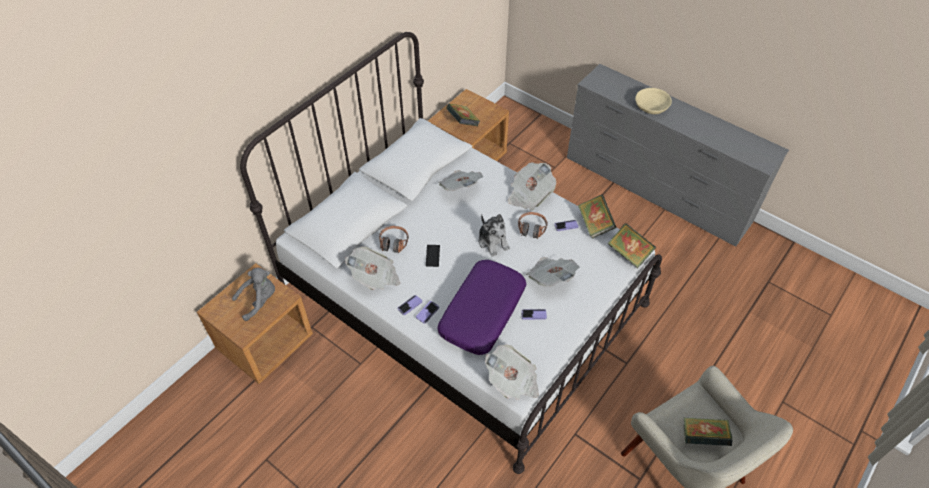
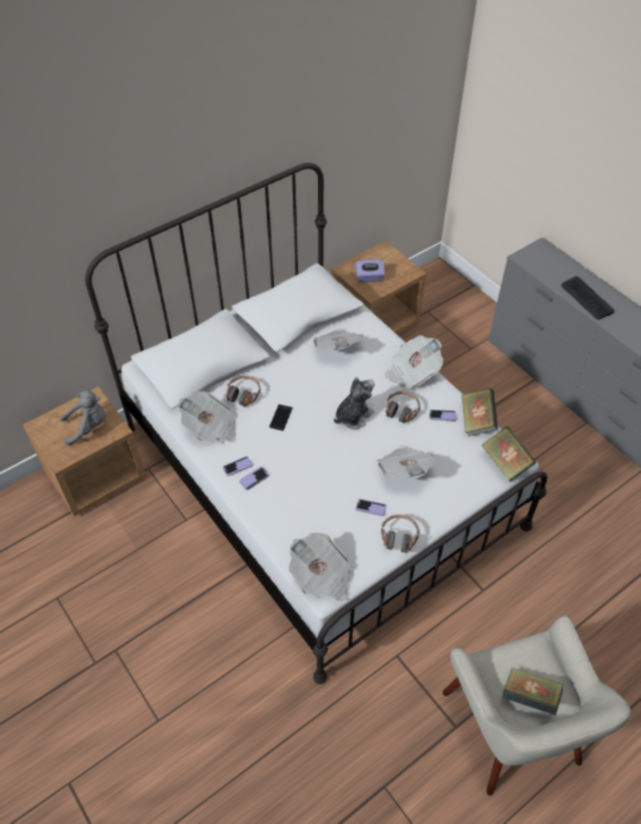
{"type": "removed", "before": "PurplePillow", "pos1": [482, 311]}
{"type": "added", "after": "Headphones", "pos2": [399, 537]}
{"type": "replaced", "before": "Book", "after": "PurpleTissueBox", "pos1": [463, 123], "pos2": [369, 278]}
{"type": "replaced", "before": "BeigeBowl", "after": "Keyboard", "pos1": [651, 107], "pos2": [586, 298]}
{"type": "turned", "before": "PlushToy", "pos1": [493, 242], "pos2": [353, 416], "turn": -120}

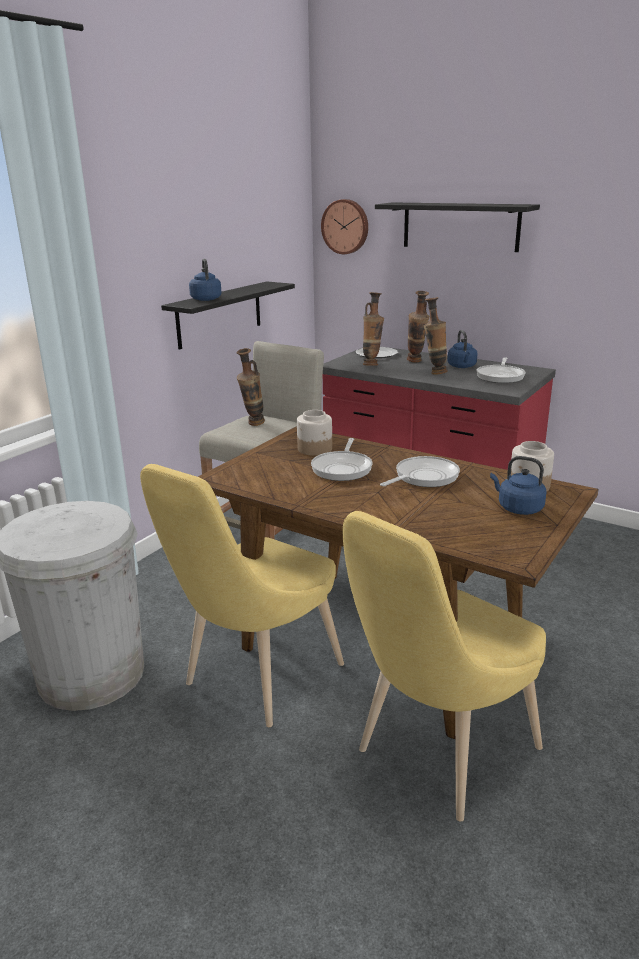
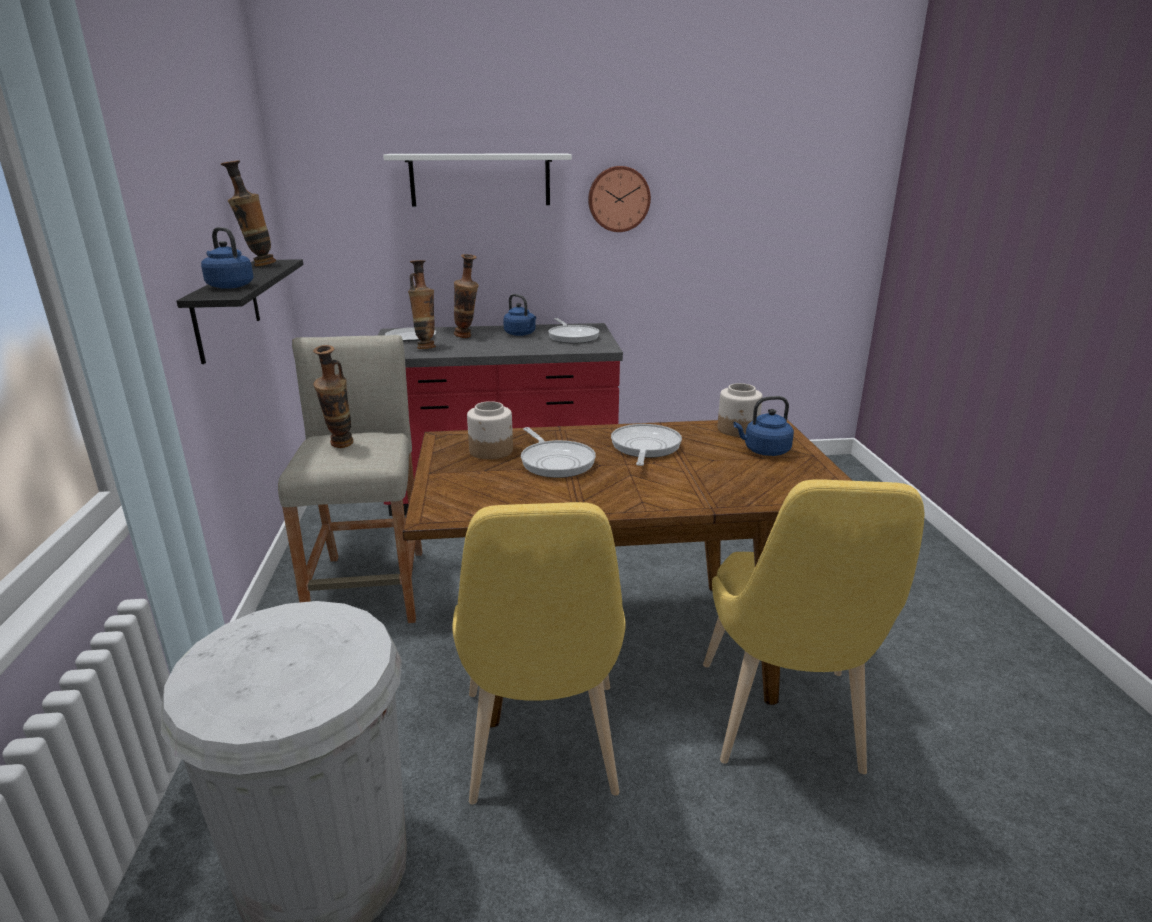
{"type": "moved", "before": "WallClock", "pos1": [346, 226], "pos2": [618, 199]}
{"type": "moved", "before": "Vase", "pos1": [434, 373], "pos2": [258, 265]}
{"type": "recoloured", "before": "BlackShelf", "after": "WhiteShelf", "pos1": [460, 226], "pos2": [480, 180]}

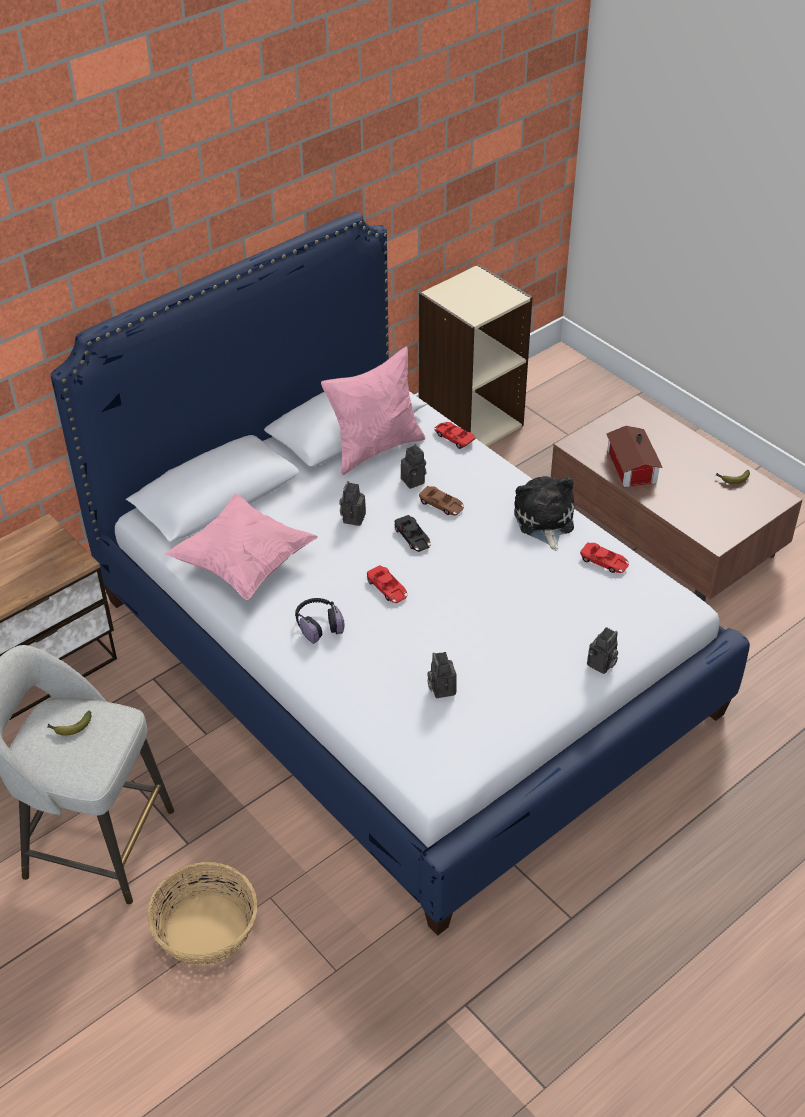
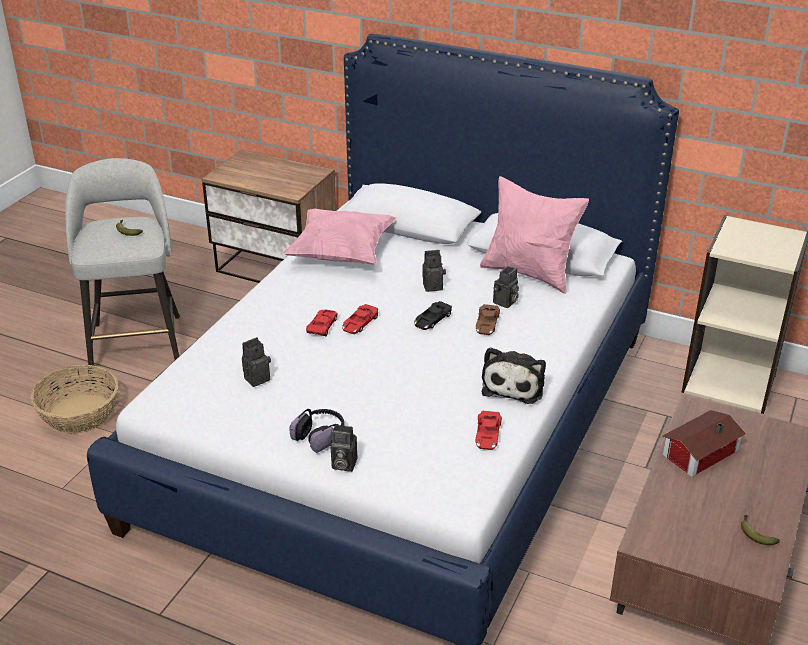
{"type": "moved", "before": "Headphones", "pos1": [318, 625], "pos2": [320, 436]}
{"type": "moved", "before": "RedToyCar", "pos1": [453, 437], "pos2": [323, 325]}
{"type": "turned", "before": "PlushToy", "pos1": [544, 521], "pos2": [514, 385], "turn": 135}

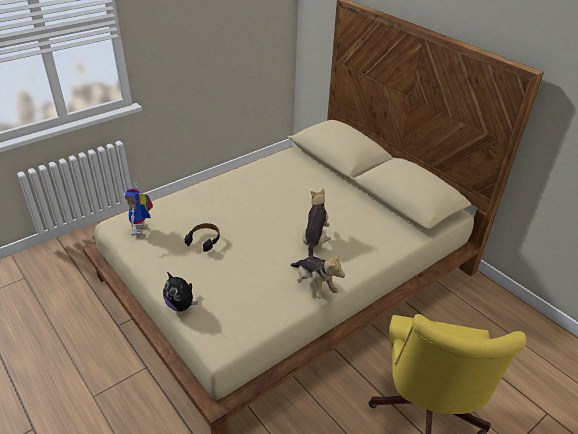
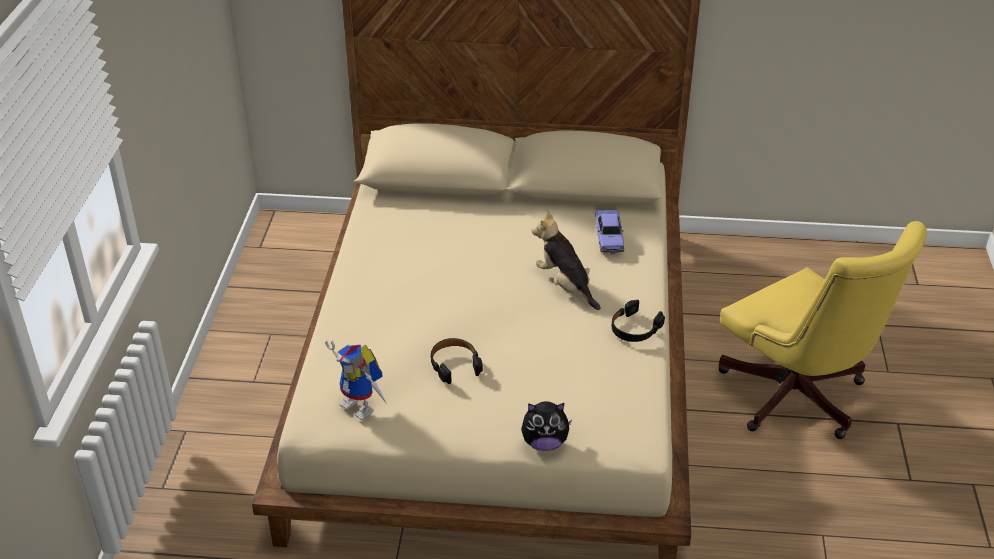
{"type": "added", "after": "ToyCar", "pos2": [609, 237]}
{"type": "replaced", "before": "PlushToy", "after": "BlackHeadphones", "pos1": [314, 285], "pos2": [634, 328]}

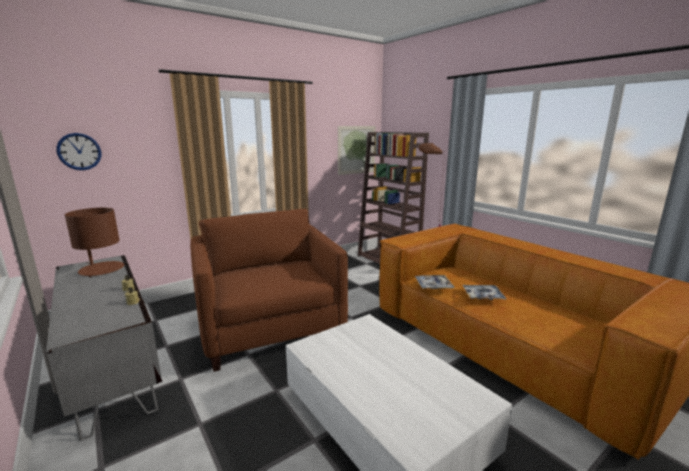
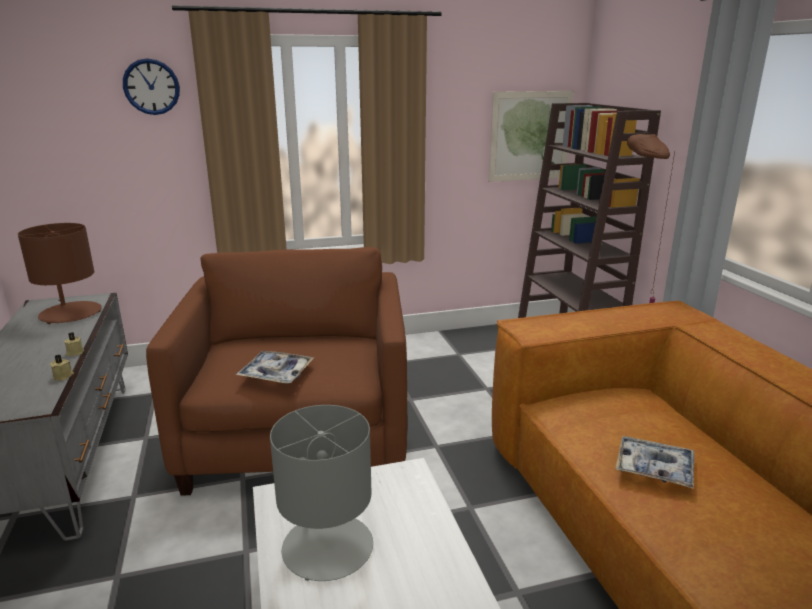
{"type": "added", "after": "GreyTableLamp", "pos2": [327, 547]}
{"type": "moved", "before": "WallClock", "pos1": [79, 151], "pos2": [151, 87]}
{"type": "moved", "before": "Tray", "pos1": [433, 286], "pos2": [276, 373]}

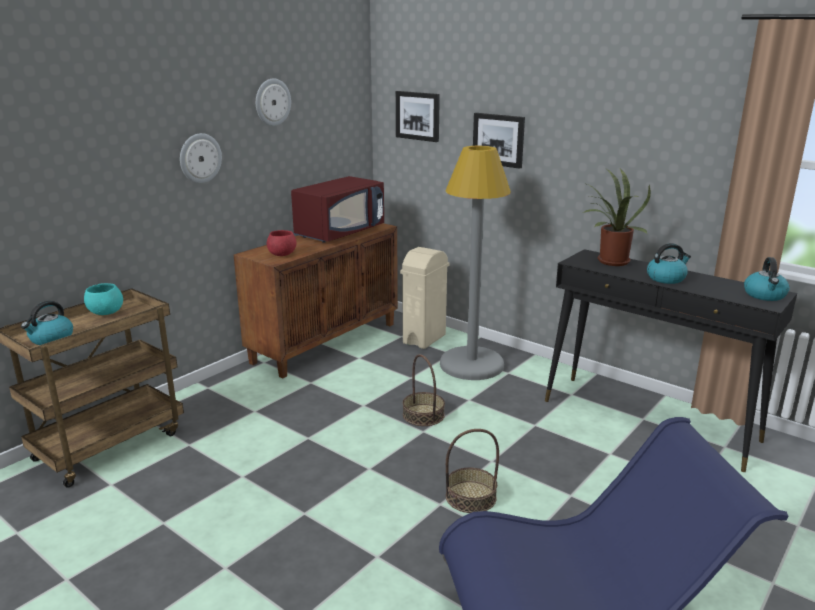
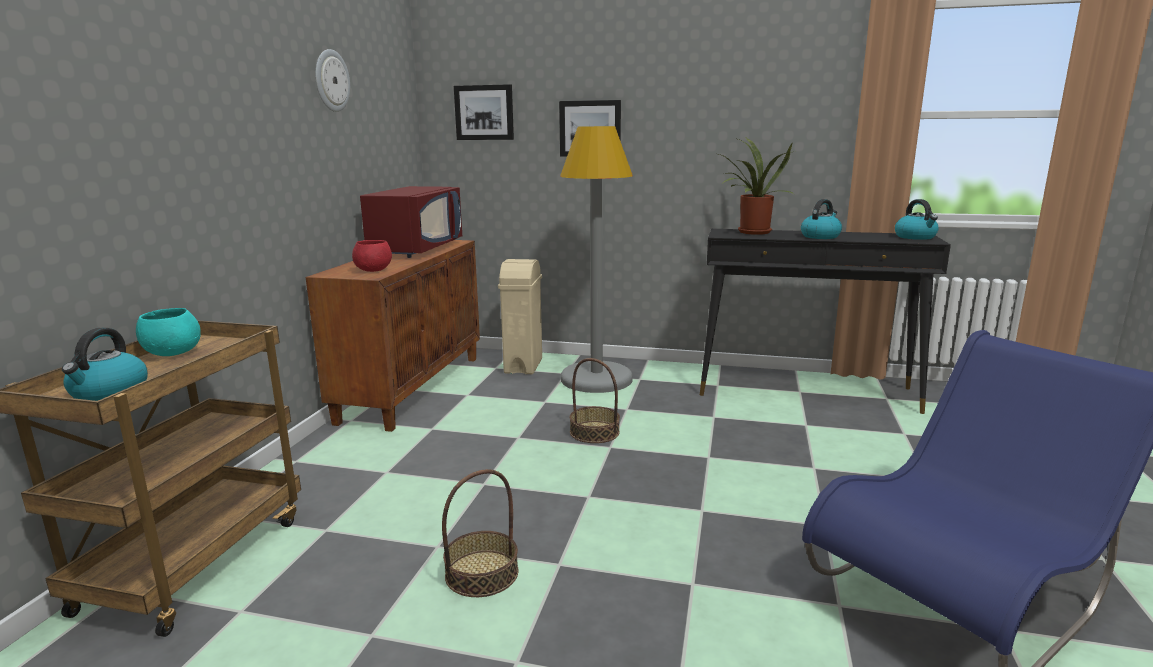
{"type": "removed", "before": "WallClock", "pos1": [200, 158]}
{"type": "moved", "before": "Basket", "pos1": [471, 497], "pos2": [482, 573]}

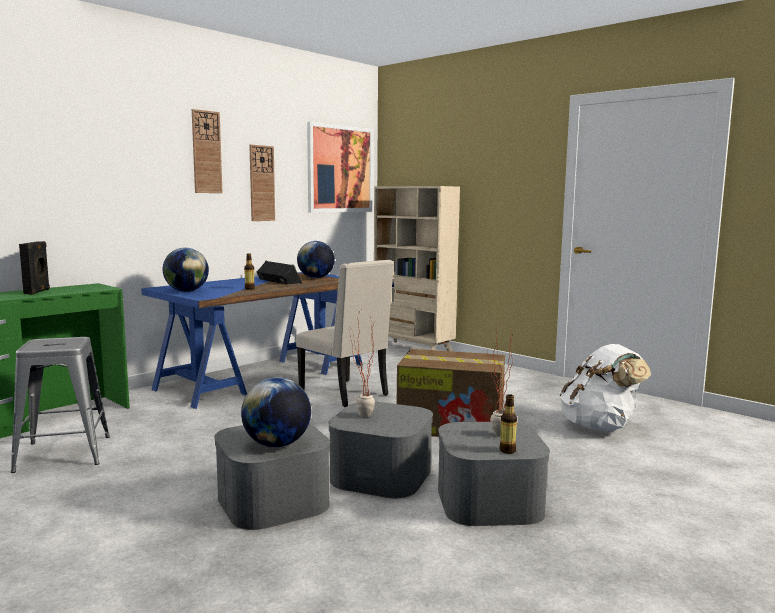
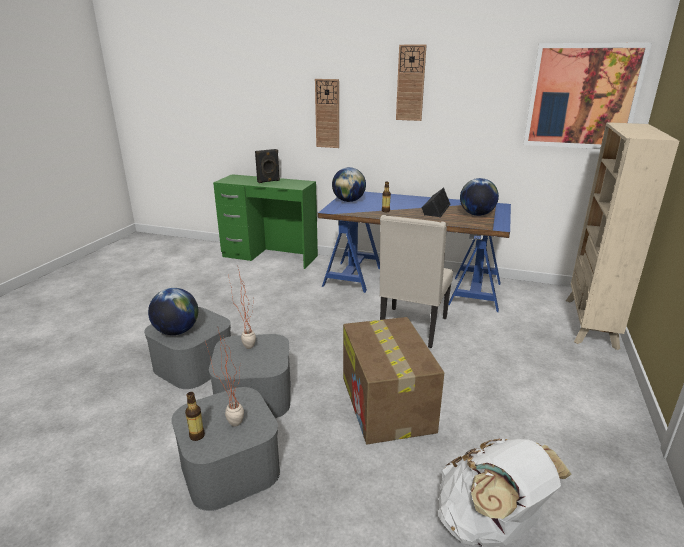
{"type": "removed", "before": "GreyStool", "pos1": [64, 453]}
{"type": "moved", "before": "WallClock", "pos1": [262, 183], "pos2": [327, 114]}

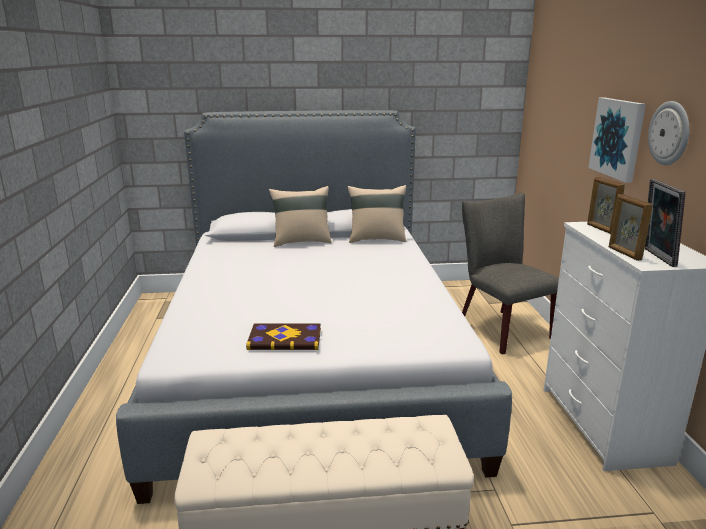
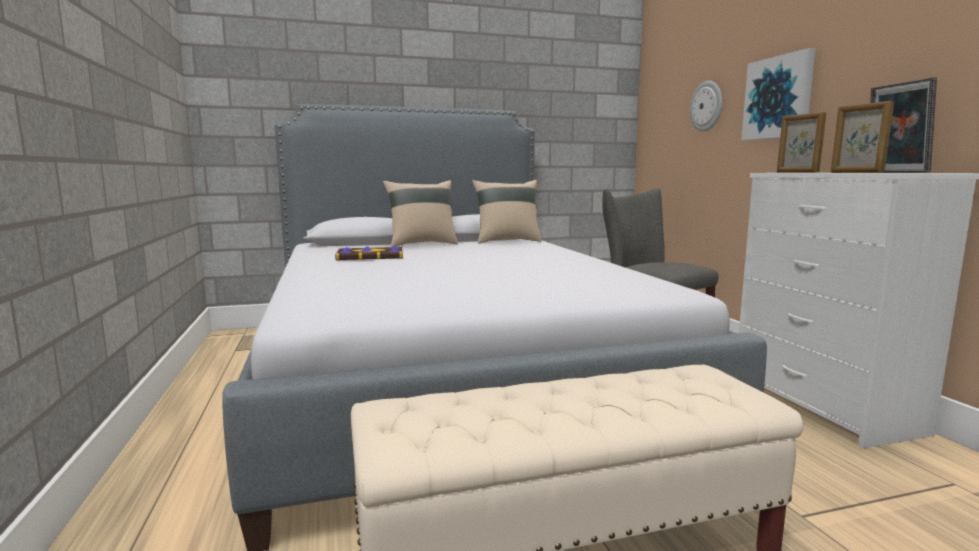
{"type": "moved", "before": "Book", "pos1": [285, 338], "pos2": [370, 256]}
{"type": "moved", "before": "WallClock", "pos1": [670, 133], "pos2": [707, 106]}

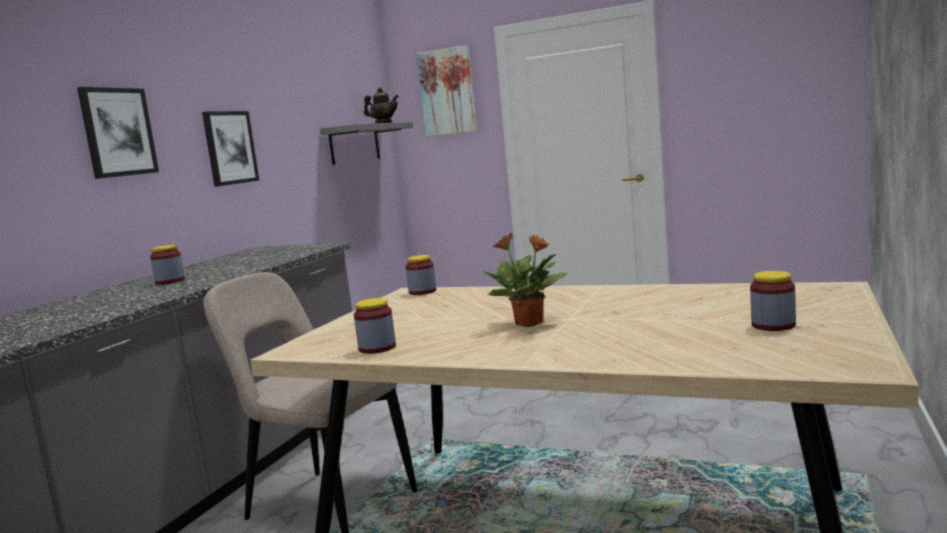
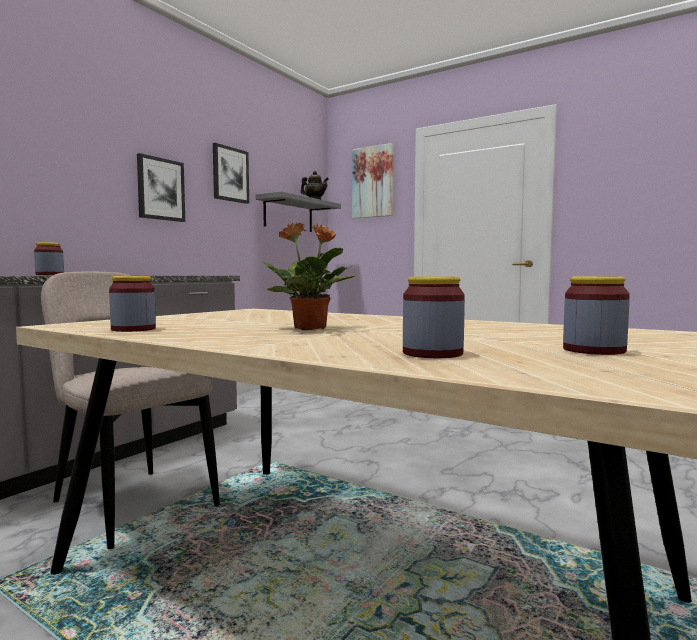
{"type": "moved", "before": "Picture", "pos1": [118, 132], "pos2": [230, 174]}
{"type": "moved", "before": "Jar", "pos1": [422, 292], "pos2": [432, 353]}

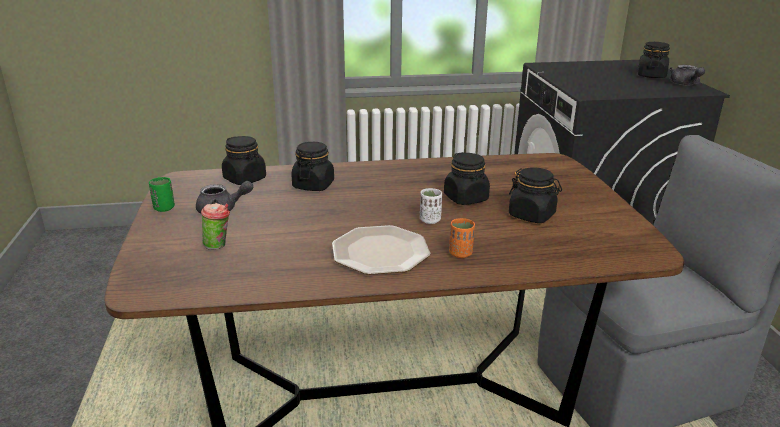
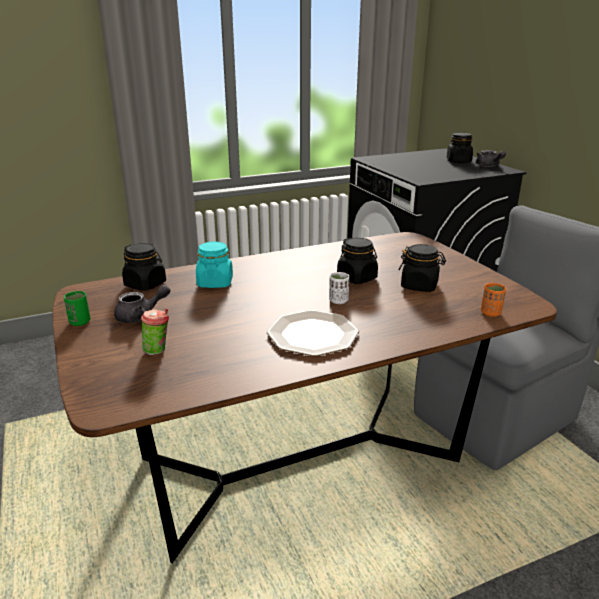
{"type": "moved", "before": "OrangeCup", "pos1": [460, 253], "pos2": [490, 313]}
{"type": "recoloured", "before": "BlackJar", "after": "TurquoiseJar", "pos1": [313, 185], "pos2": [215, 282]}

